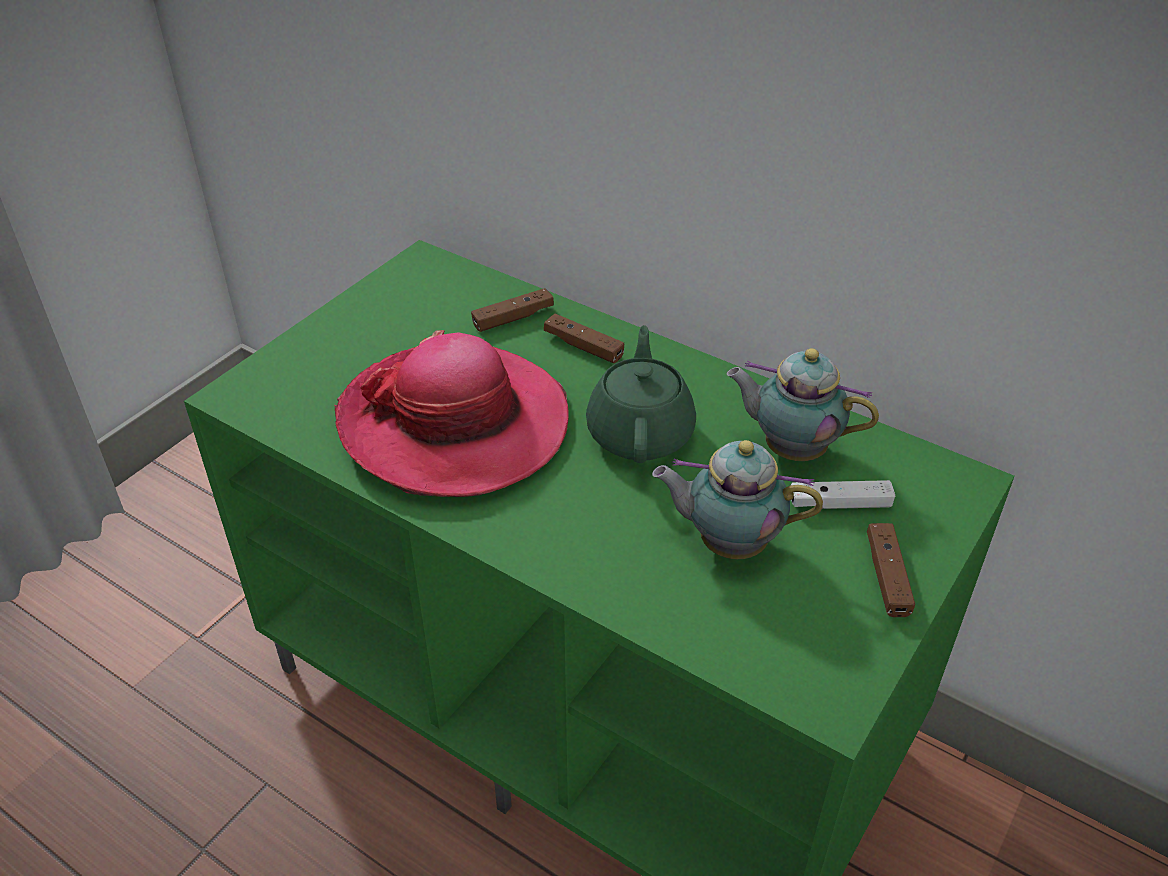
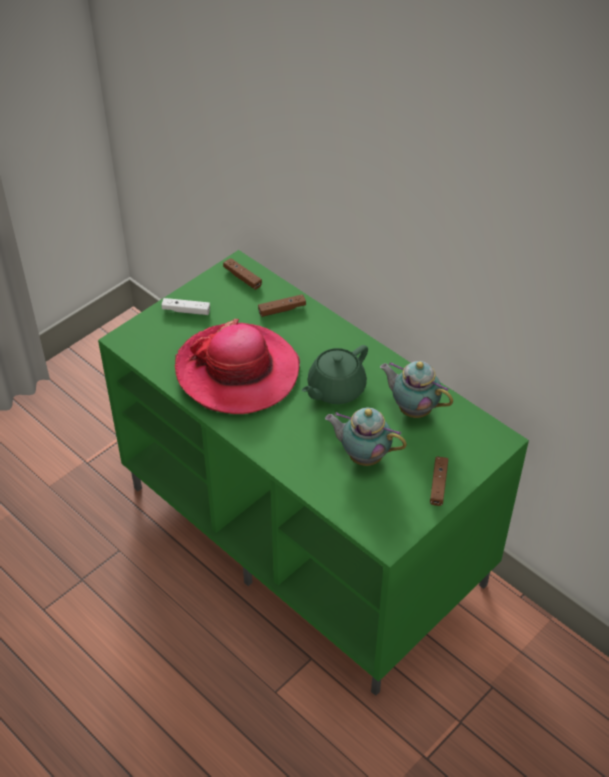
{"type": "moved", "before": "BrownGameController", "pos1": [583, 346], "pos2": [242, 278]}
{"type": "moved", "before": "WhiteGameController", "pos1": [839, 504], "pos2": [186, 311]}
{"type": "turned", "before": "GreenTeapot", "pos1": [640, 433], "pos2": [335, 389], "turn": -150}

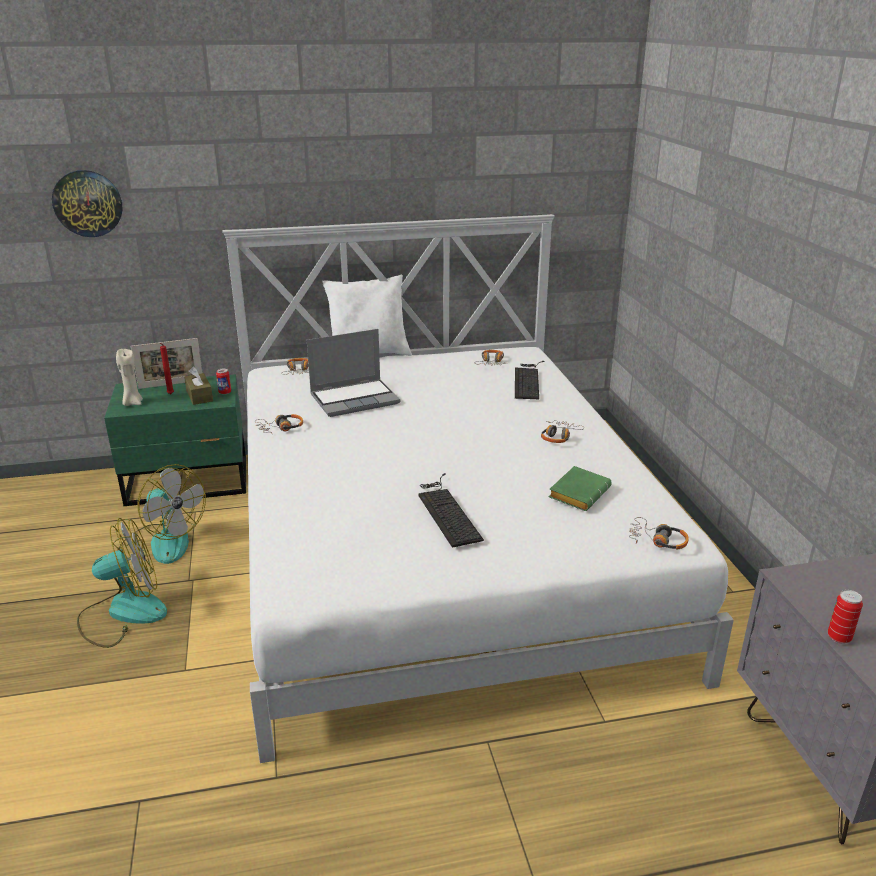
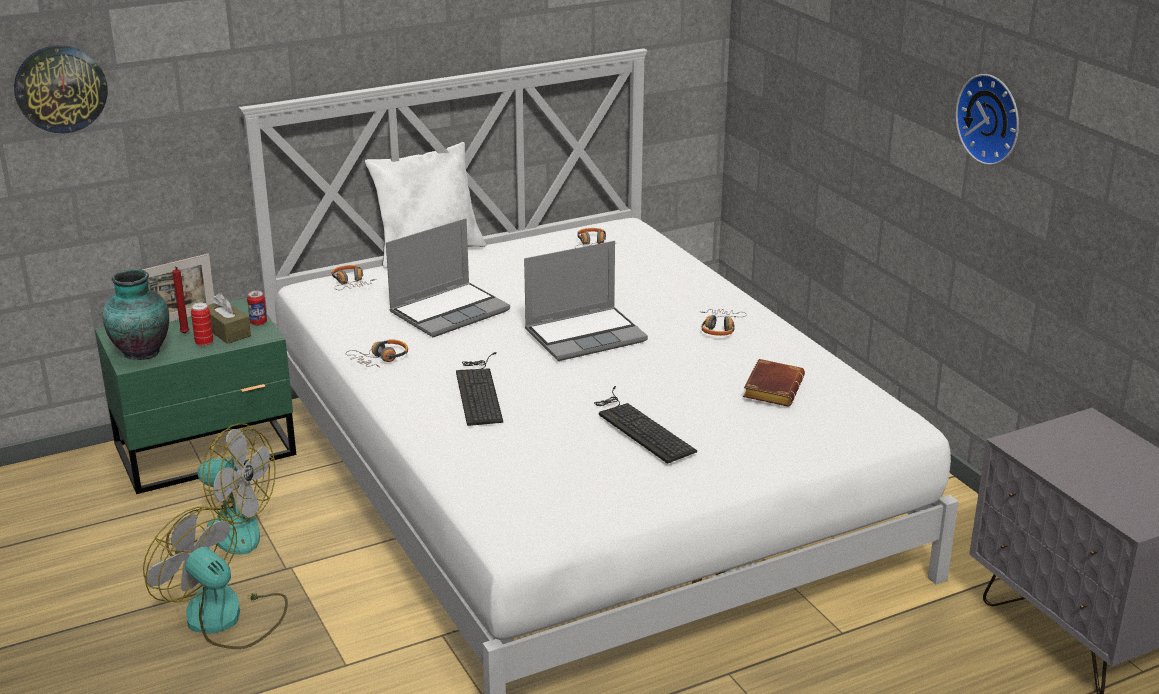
{"type": "removed", "before": "Headphones", "pos1": [657, 541]}
{"type": "added", "after": "Laptop", "pos2": [586, 335]}
{"type": "added", "after": "WallClock", "pos2": [992, 118]}
{"type": "moved", "before": "Keyboard", "pos1": [527, 380], "pos2": [479, 390]}
{"type": "moved", "before": "Can", "pos1": [839, 637], "pos2": [204, 343]}
{"type": "replaced", "before": "BeigeCandle", "after": "Vase", "pos1": [132, 403], "pos2": [141, 351]}
{"type": "recoloured", "before": "GreenBook", "after": "BrownBook", "pos1": [578, 492], "pos2": [771, 388]}
{"type": "turned", "before": "Fan", "pos1": [123, 613], "pos2": [225, 618], "turn": -105}

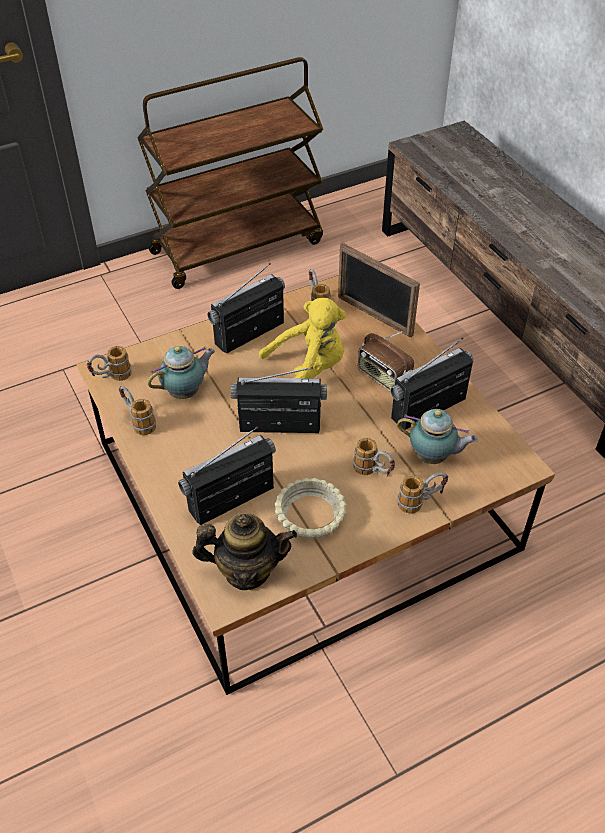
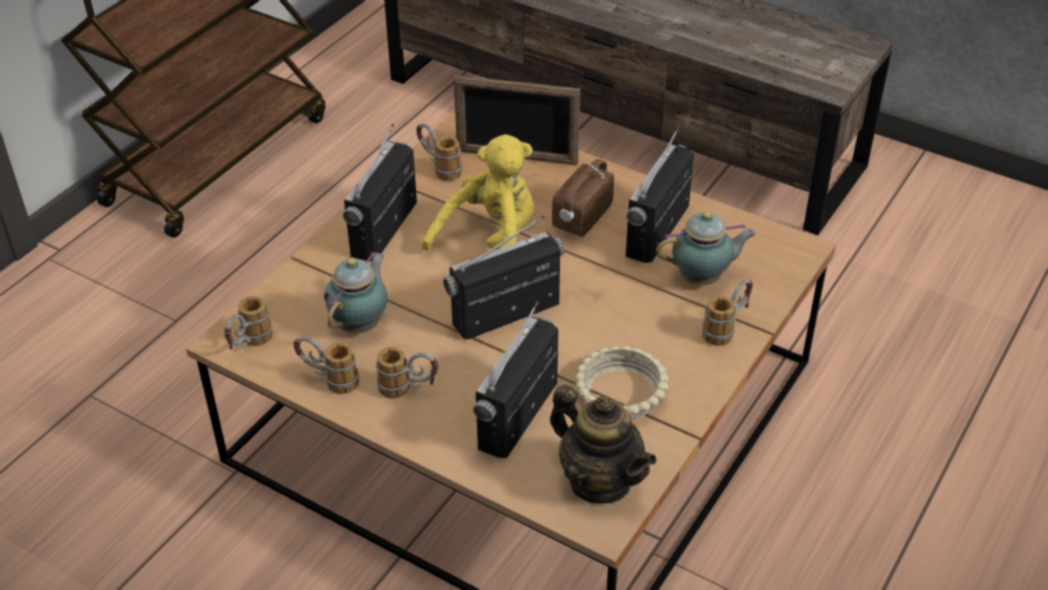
{"type": "moved", "before": "Mug", "pos1": [373, 472], "pos2": [409, 390]}
{"type": "turned", "before": "Teapot", "pos1": [247, 570], "pos2": [600, 481], "turn": 75}
{"type": "turned", "before": "Radio", "pos1": [383, 377], "pos2": [581, 217], "turn": 105}

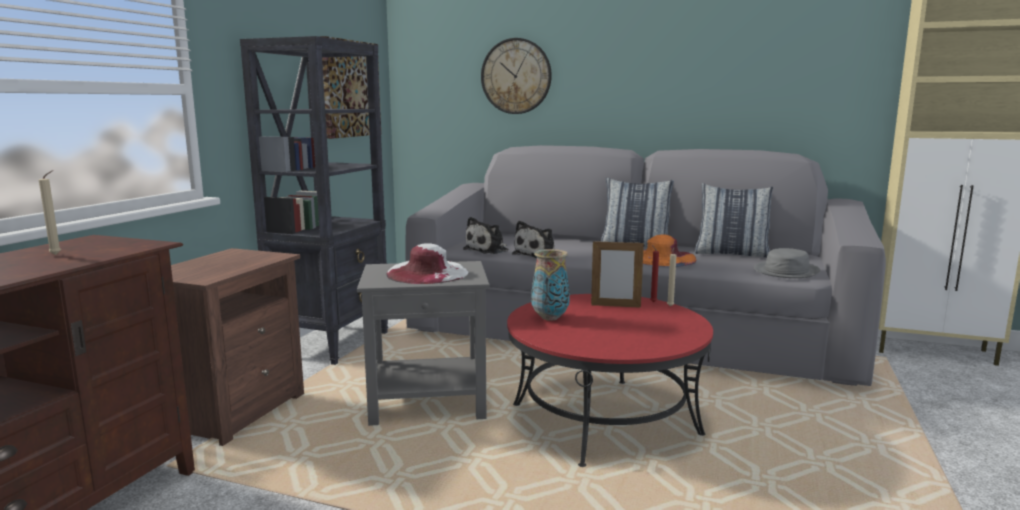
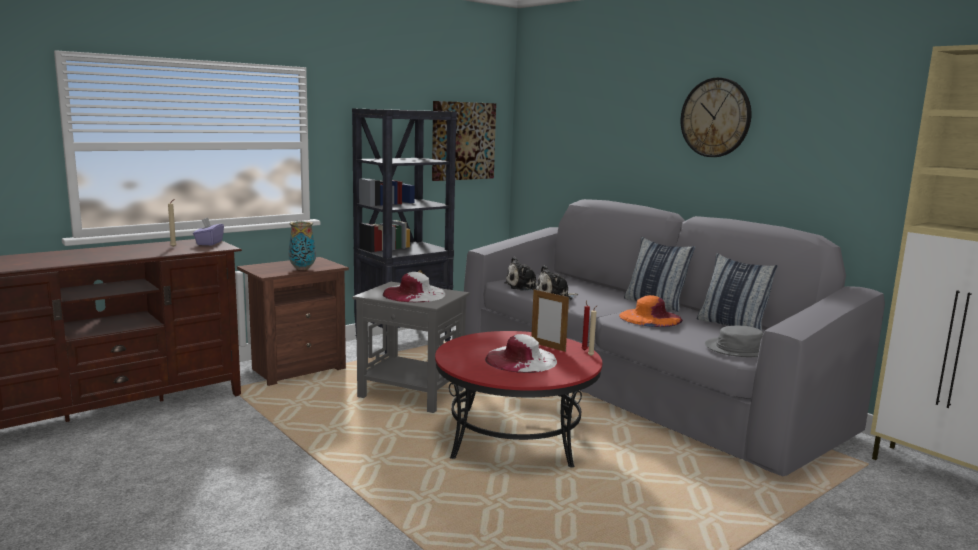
{"type": "added", "after": "PurpleTissueBox", "pos2": [209, 243]}
{"type": "added", "after": "WhiteHat", "pos2": [521, 360]}
{"type": "moved", "before": "WallClock", "pos1": [516, 76], "pos2": [715, 117]}
{"type": "moved", "before": "Vase", "pos1": [549, 318], "pos2": [302, 269]}

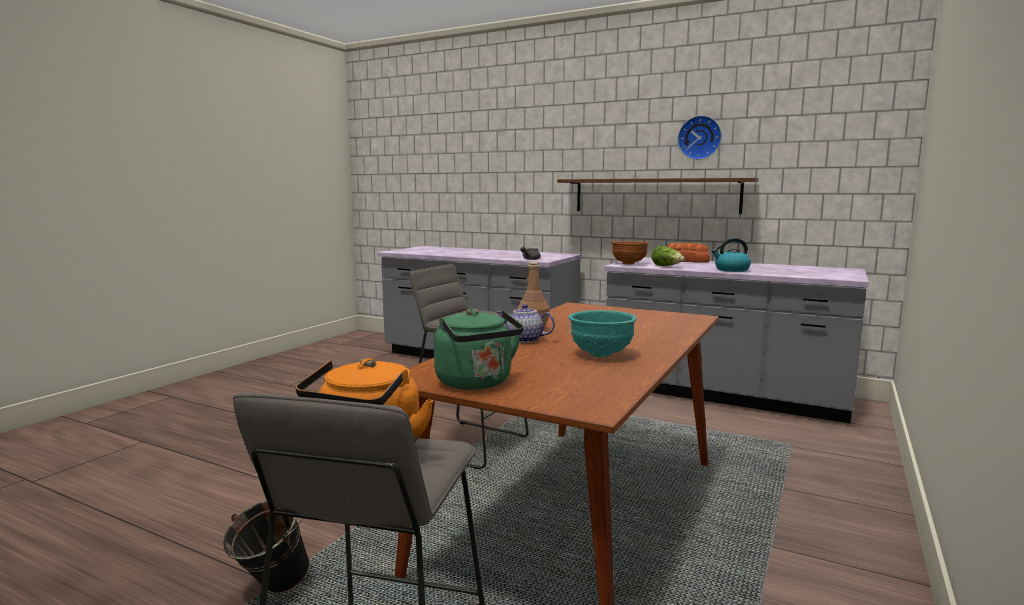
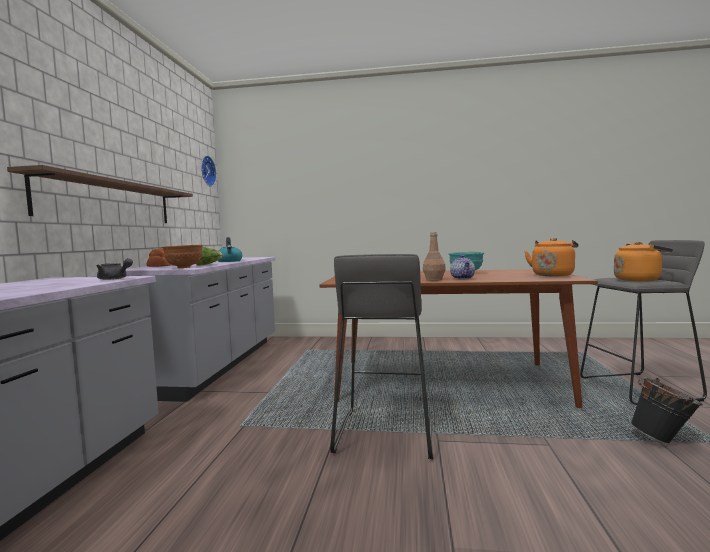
{"type": "moved", "before": "WallClock", "pos1": [700, 138], "pos2": [206, 171]}
{"type": "recoloured", "before": "GreenKettle", "after": "OrangeKettle", "pos1": [477, 383], "pos2": [553, 275]}

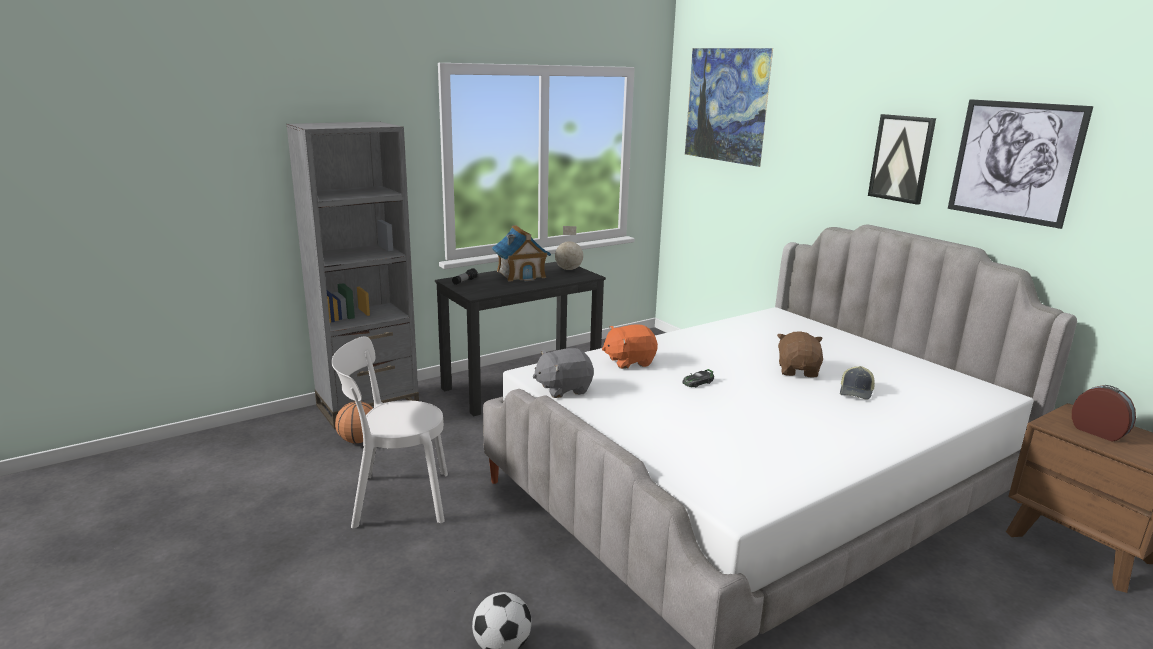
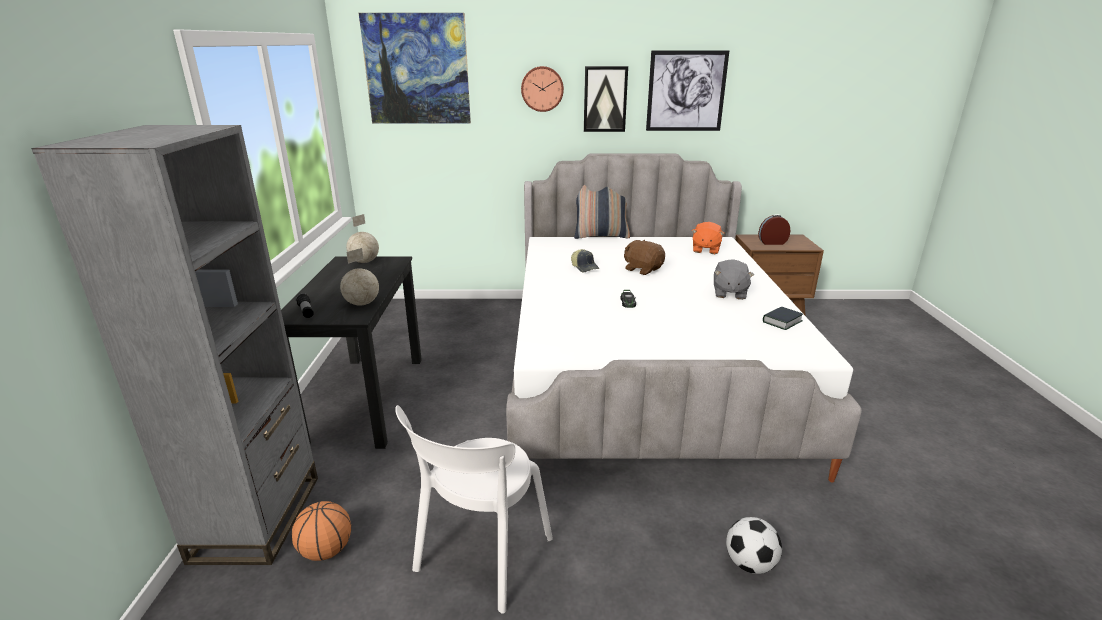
{"type": "removed", "before": "ToyHouse", "pos1": [521, 274]}
{"type": "added", "after": "Globe", "pos2": [362, 303]}
{"type": "added", "after": "WallClock", "pos2": [542, 89]}
{"type": "added", "after": "Pillow", "pos2": [601, 236]}
{"type": "added", "after": "Book", "pos2": [782, 321]}
{"type": "moved", "before": "GreyPlushToy", "pos1": [563, 389], "pos2": [729, 293]}
{"type": "moved", "before": "OrangePlushToy", "pos1": [629, 361], "pos2": [705, 250]}
{"type": "moved", "before": "Cap", "pos1": [856, 392], "pos2": [585, 267]}

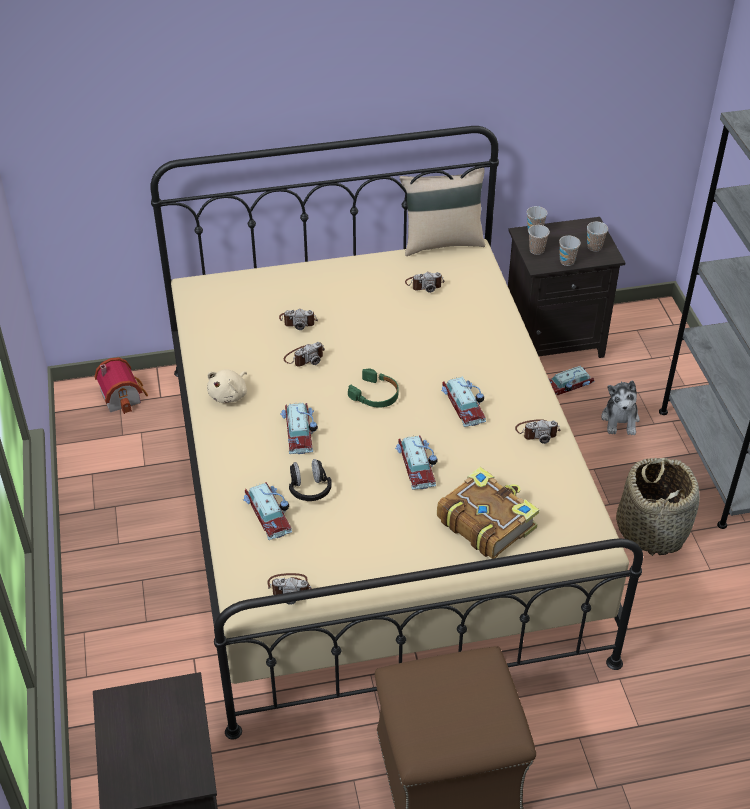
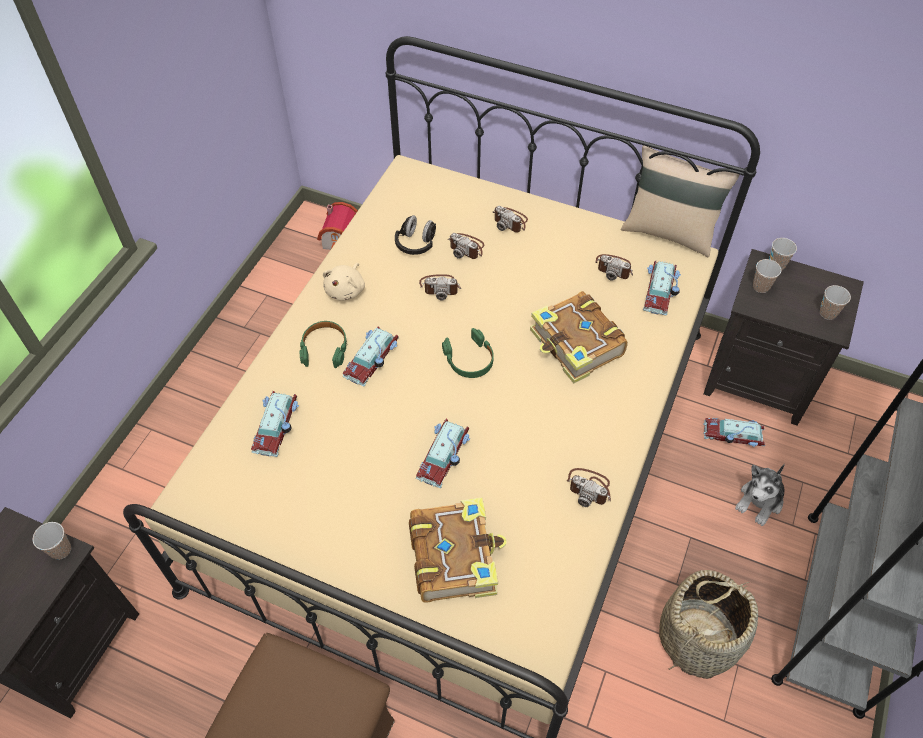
{"type": "added", "after": "GreenHeadphones", "pos2": [324, 348]}
{"type": "added", "after": "Book", "pos2": [576, 345]}
{"type": "moved", "before": "PhotoCamera", "pos1": [290, 588], "pos2": [510, 221]}
{"type": "moved", "before": "BlackHeadphones", "pos1": [309, 489], "pos2": [416, 244]}
{"type": "moved", "before": "ToyCar", "pos1": [464, 404], "pos2": [661, 290]}
{"type": "moved", "before": "Cup", "pos1": [567, 261], "pos2": [61, 550]}
{"type": "turned", "before": "BeigePlushToy", "pos1": [229, 395], "pos2": [346, 290], "turn": -45}

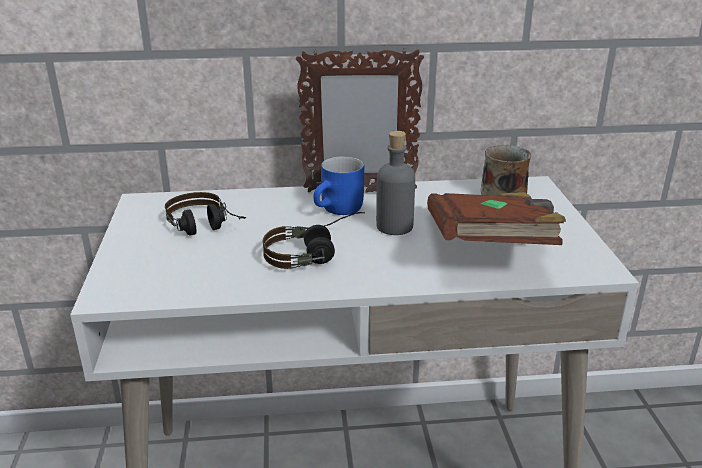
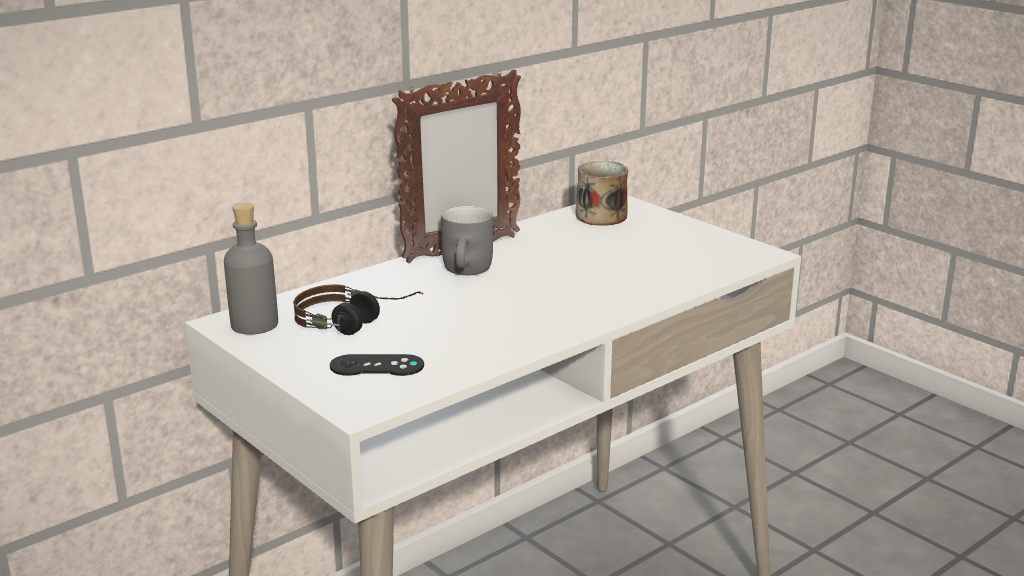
{"type": "removed", "before": "Headphones", "pos1": [316, 253]}
{"type": "removed", "before": "BrownBook", "pos1": [489, 247]}
{"type": "added", "after": "BlackGameController", "pos2": [377, 366]}
{"type": "moved", "before": "GreyBottle", "pos1": [394, 226], "pos2": [254, 324]}
{"type": "recoloured", "before": "BlueMug", "after": "GreyMug", "pos1": [340, 210], "pos2": [470, 271]}

